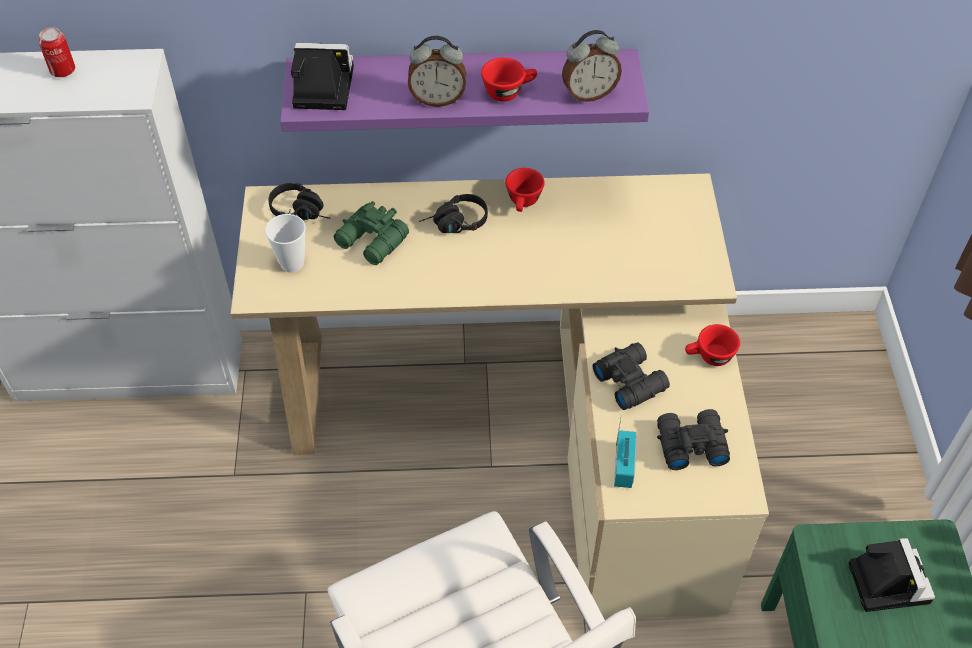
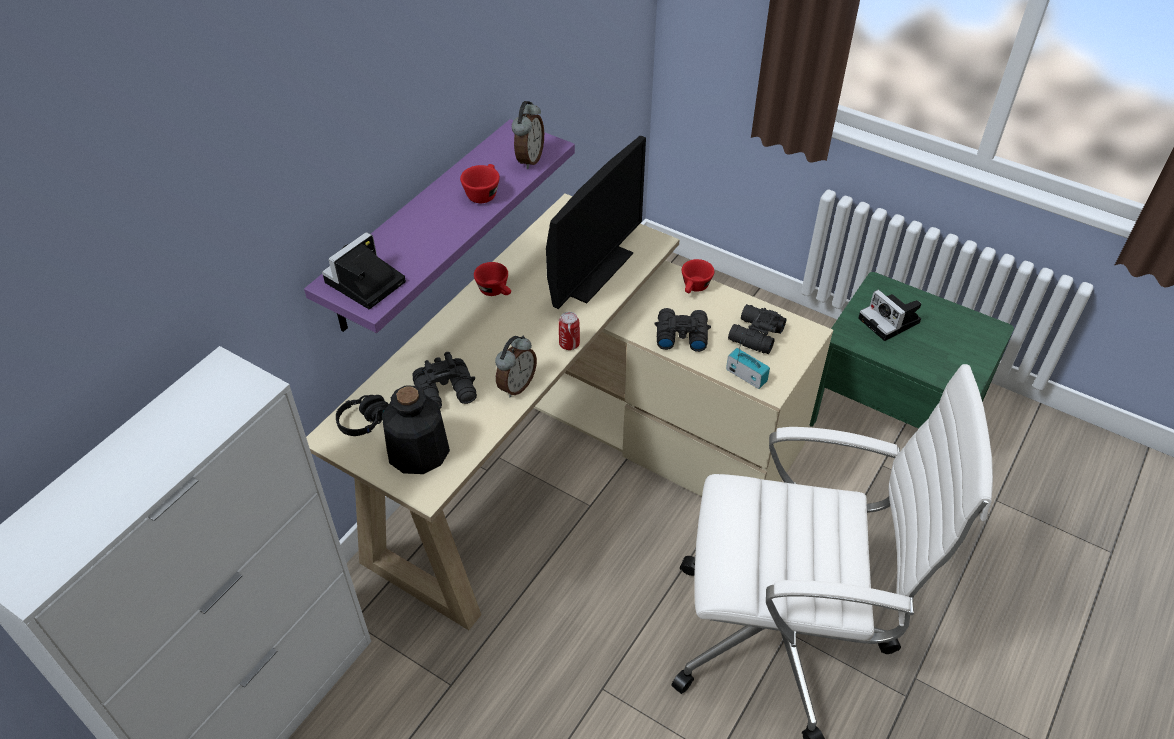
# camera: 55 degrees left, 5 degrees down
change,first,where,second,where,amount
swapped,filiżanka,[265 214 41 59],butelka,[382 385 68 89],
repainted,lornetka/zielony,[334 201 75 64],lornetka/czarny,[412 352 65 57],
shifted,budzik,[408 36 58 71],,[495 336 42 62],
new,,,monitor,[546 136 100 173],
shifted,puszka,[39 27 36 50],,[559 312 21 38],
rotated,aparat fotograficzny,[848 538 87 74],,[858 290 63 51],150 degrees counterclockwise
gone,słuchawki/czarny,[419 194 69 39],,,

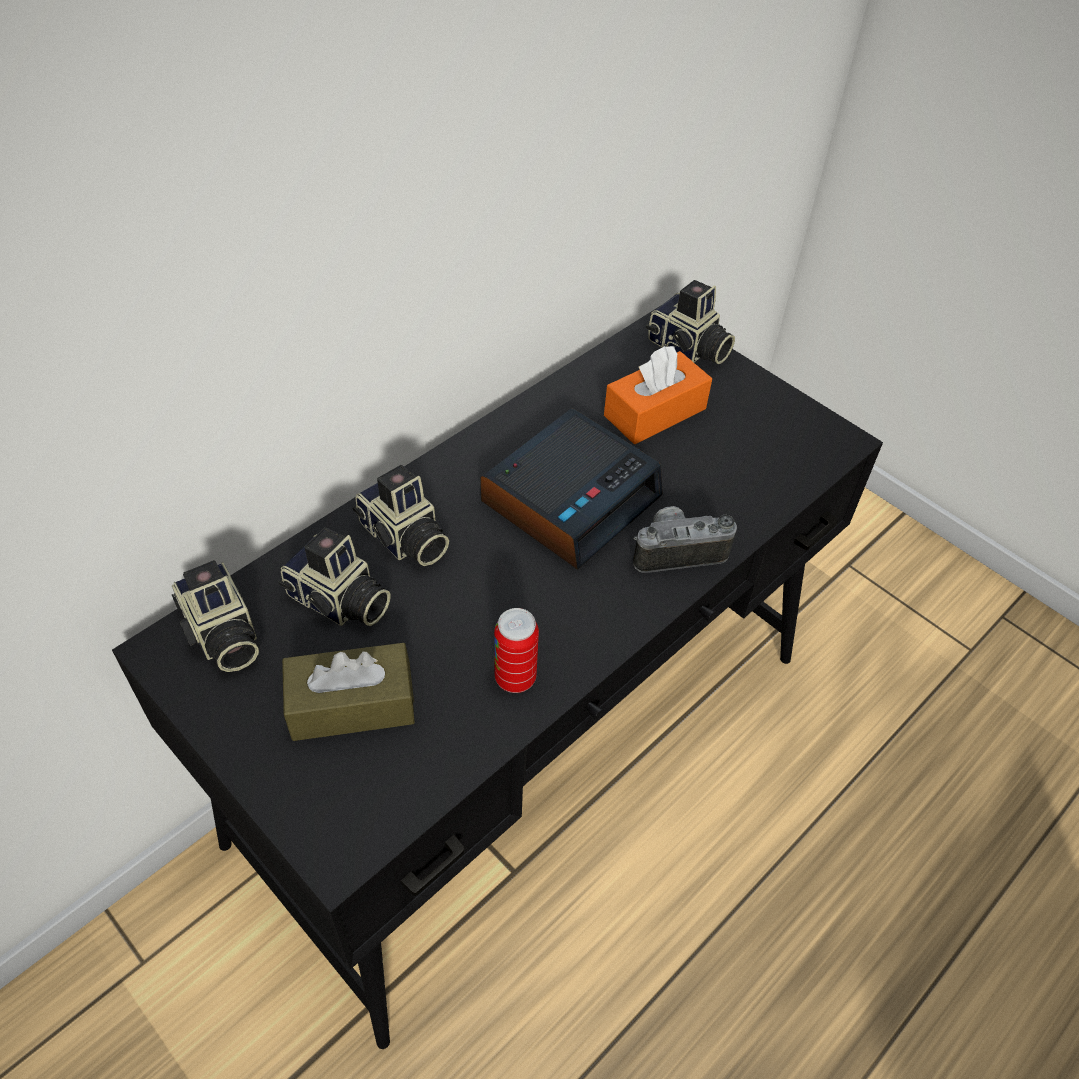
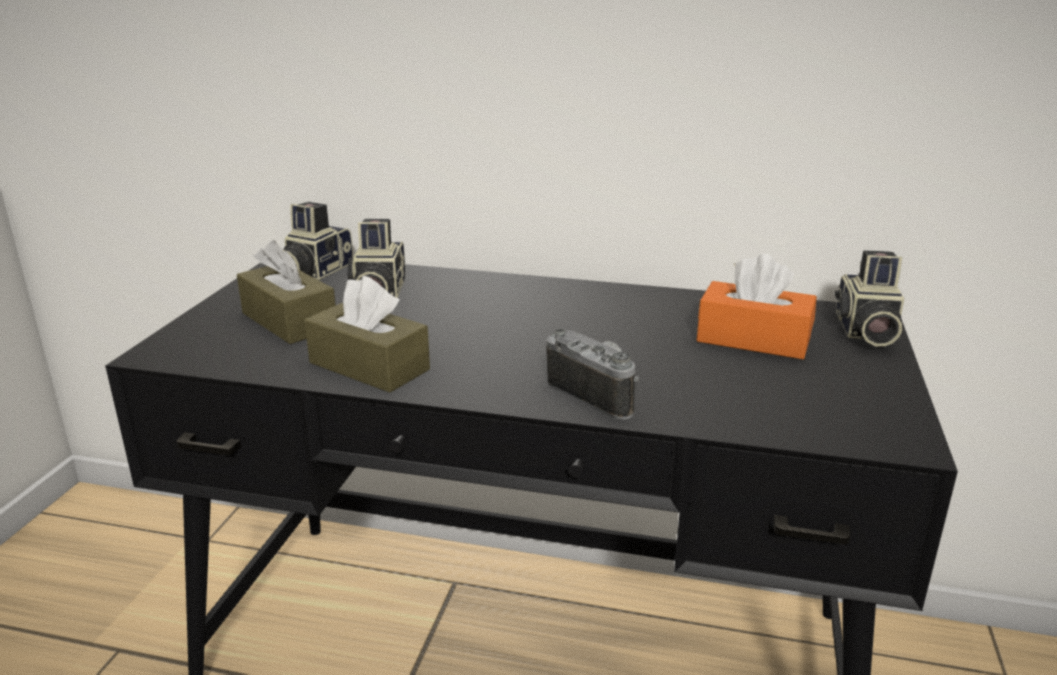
# camera: 60 degrees right, 25 degrees down
change,first,where,second,where,amount
swapped,puszka,[494 608 45 85],pudełko chusteczek/brązowy,[304 276 126 117],
gone,aparat fotograficzny,[353 465 96 101],,,
gone,budzik,[480 408 183 162],,,

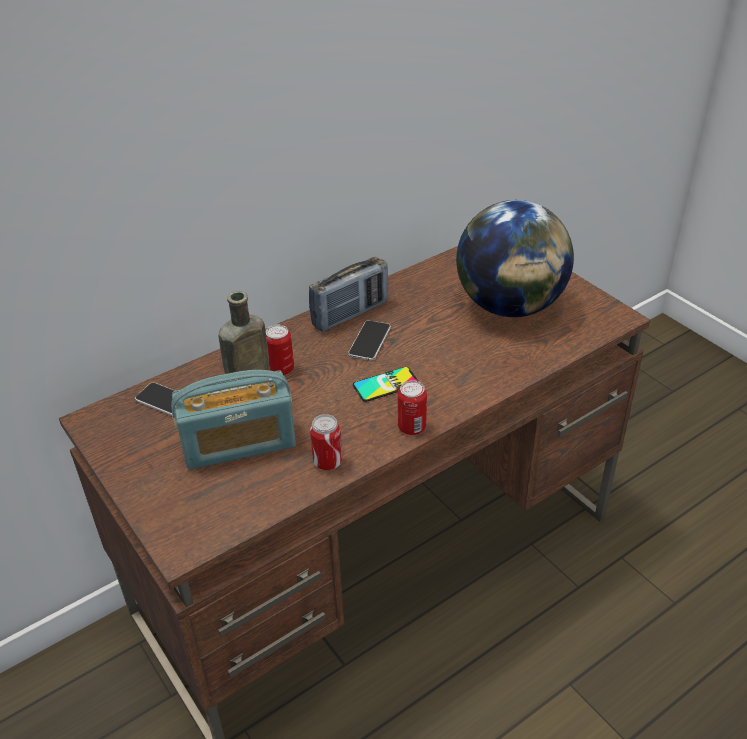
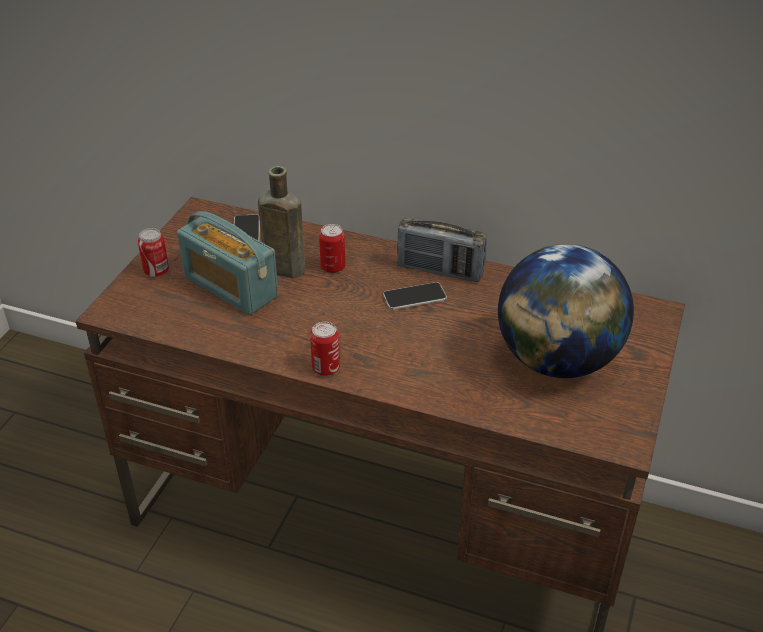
# camera: 55 degrees right, 0 degrees up
change,first,where,second,where,amount
shifted,puszka,[310 414 32 56],,[138 228 31 50],
gone,telefon,[353 367 66 35],,,

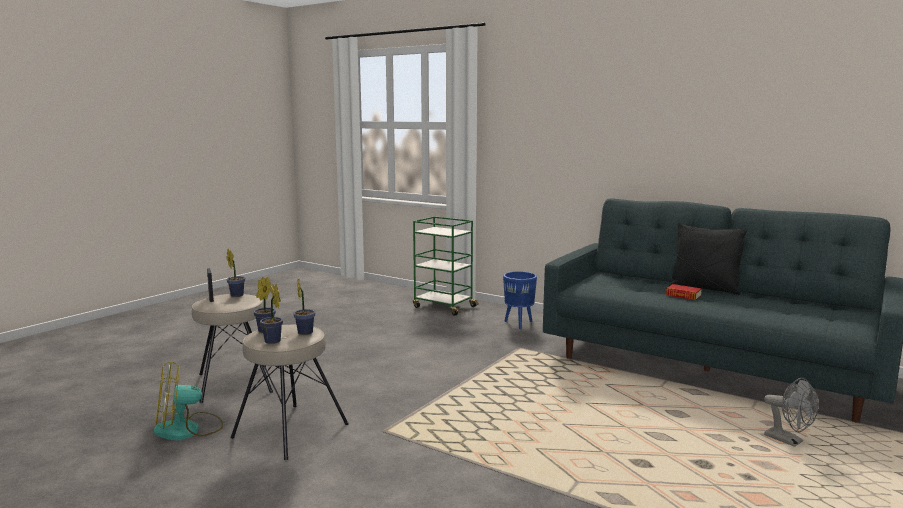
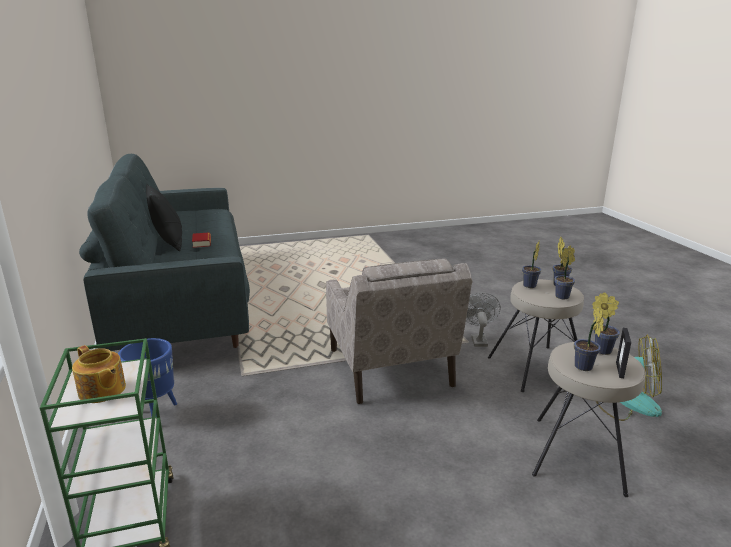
# camera: 140 degrees left, 10 degrees up
change,first,where,second,where,amount
new,,,imbryk,[72 345 54 58],
new,,,fotel/beżowy,[326 258 147 146],
shifted,wentylator/szary,[764 378 54 69],,[466 293 35 54],
new,,,roślina doniczkowa,[592 292 28 63],

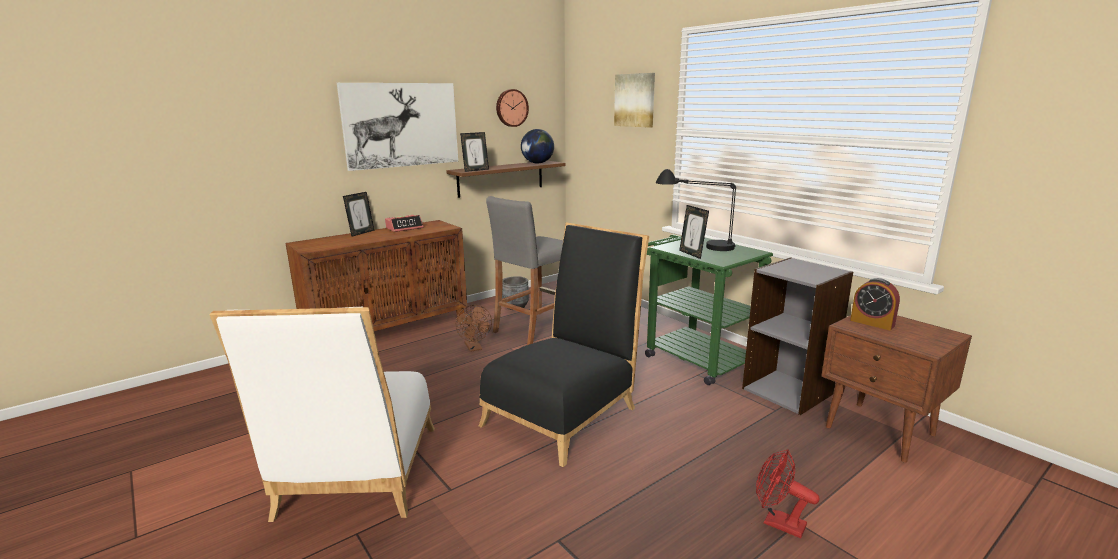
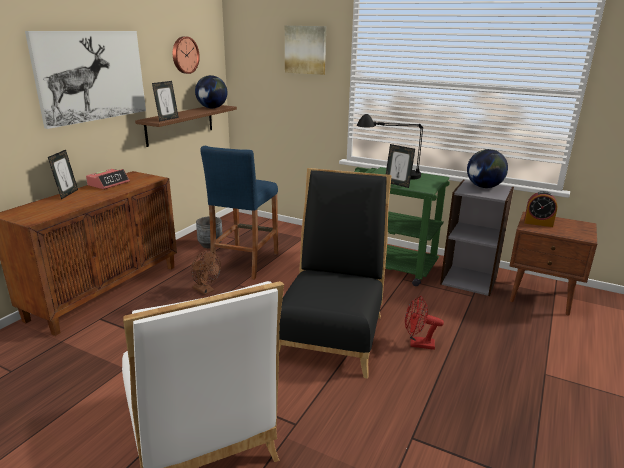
# camera: 25 degrees left, 5 degrees up
change,first,where,second,where,amount
repainted,stołek/szary,[486 196 77 149],stołek/niebieski,[201 146 77 134],
shifted,wentylator/czerwony,[756 449 64 89],,[405 296 39 54],
new,,,globus,[467 149 41 39],

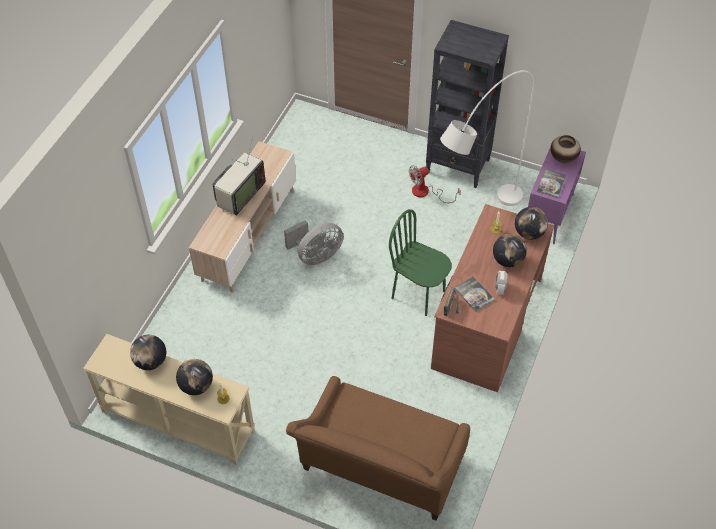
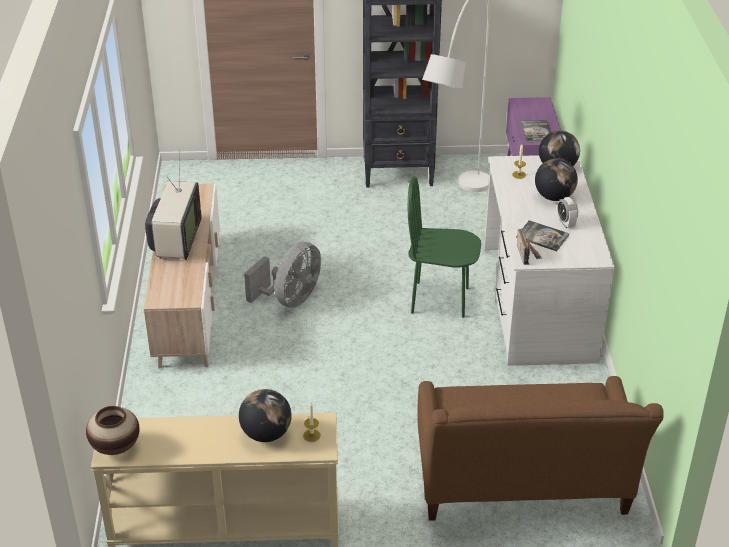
# camera: 25 degrees left, 15 degrees down
change,first,where,second,where,amount
shifted,wazon,[551 135 30 28],,[86 406 53 49],
repainted,biurko/brązowy,[431 204 123 188],biurko/biały,[484 155 130 211],
gone,globus,[130 335 36 35],,,
gone,wentylator,[409 165 52 38],,,

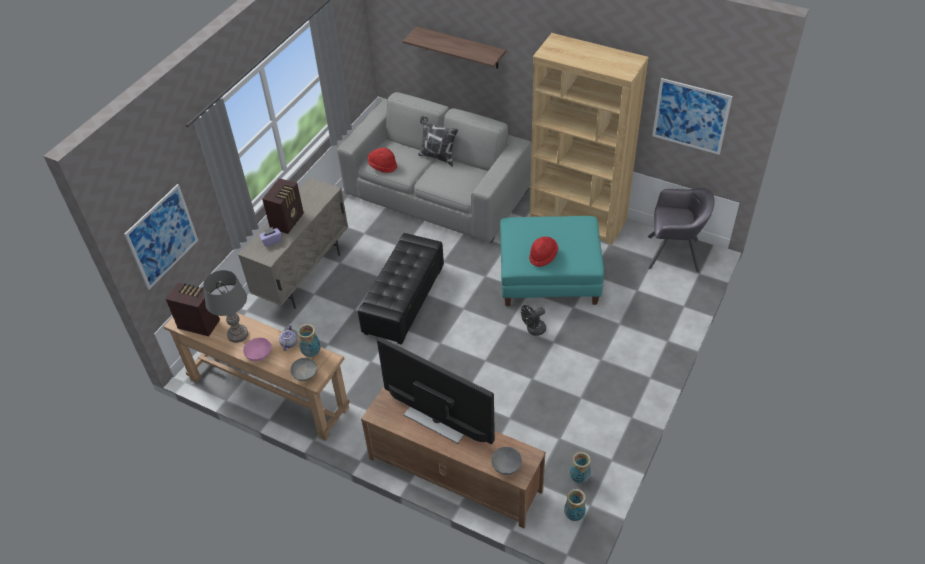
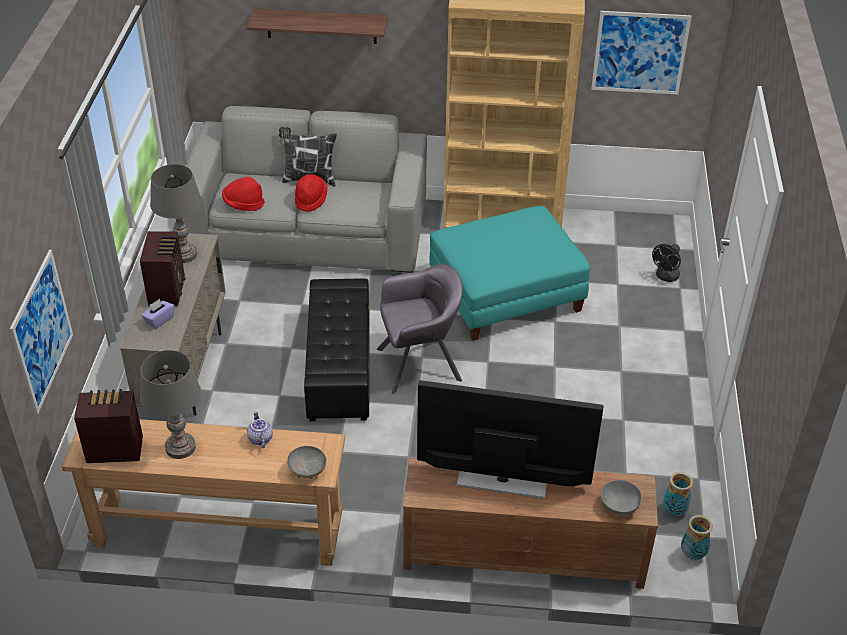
# camera: 25 degrees left, 5 degrees down
change,first,where,second,where,amount
new,,,lampa stołowa/szary,[150 164 52 99],
shifted,kapelusz/czerwony,[529 237 29 30],,[295 174 32 38],
shifted,fotel/szary,[648 188 67 85],,[377 264 86 130],
shifted,wentylator/czarny,[521 305 25 31],,[652 244 29 38],
gone,miska/różowy,[243 338 29 23],,,
gone,wazon,[297 324 24 33],,,

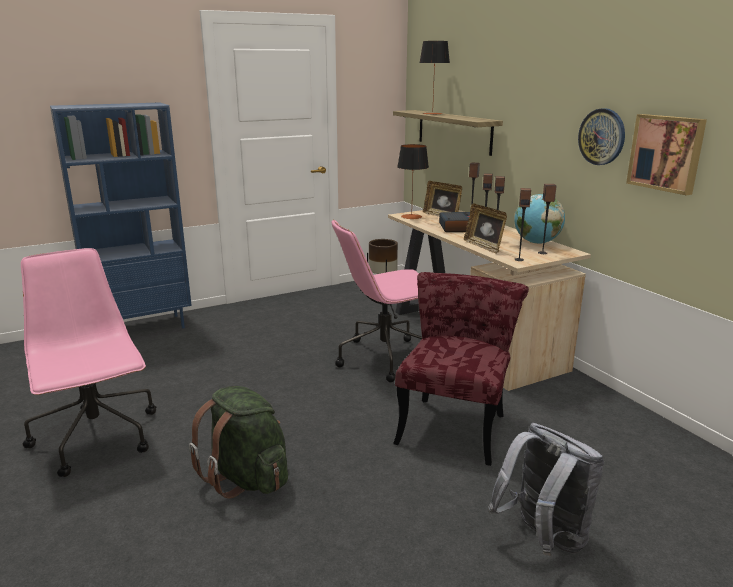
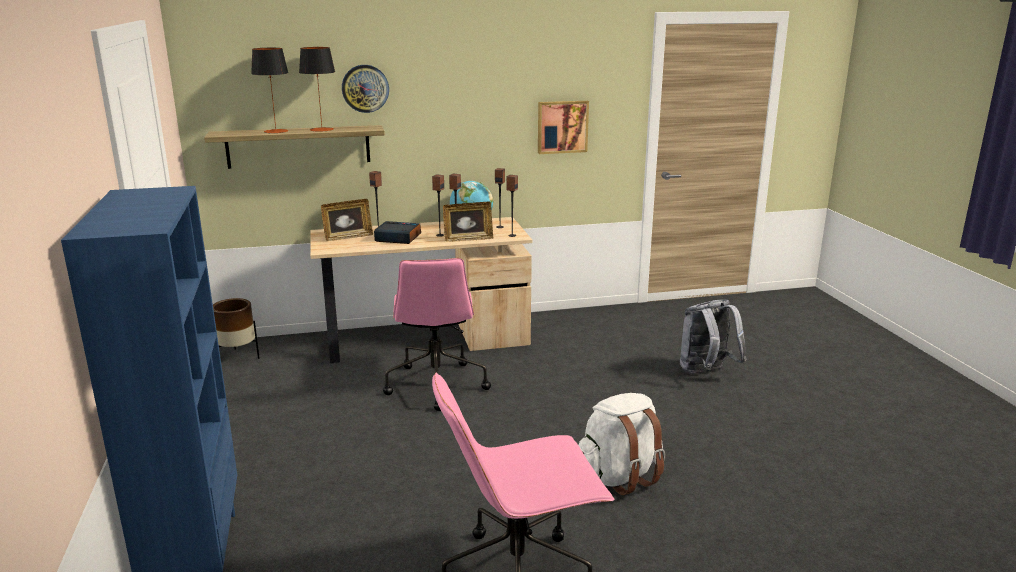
# camera: 75 degrees left, 0 degrees up
change,first,where,second,where,amount
shifted,lampa stołowa,[397 144 32 75],,[299 47 36 85],
shifted,zegar ścienny,[578 108 47 57],,[342 65 47 48],
repainted,plecak/zielony,[189 386 99 113],plecak/biały,[579 393 86 102],
gone,krzesło/czerwony,[393 272 136 194],,,

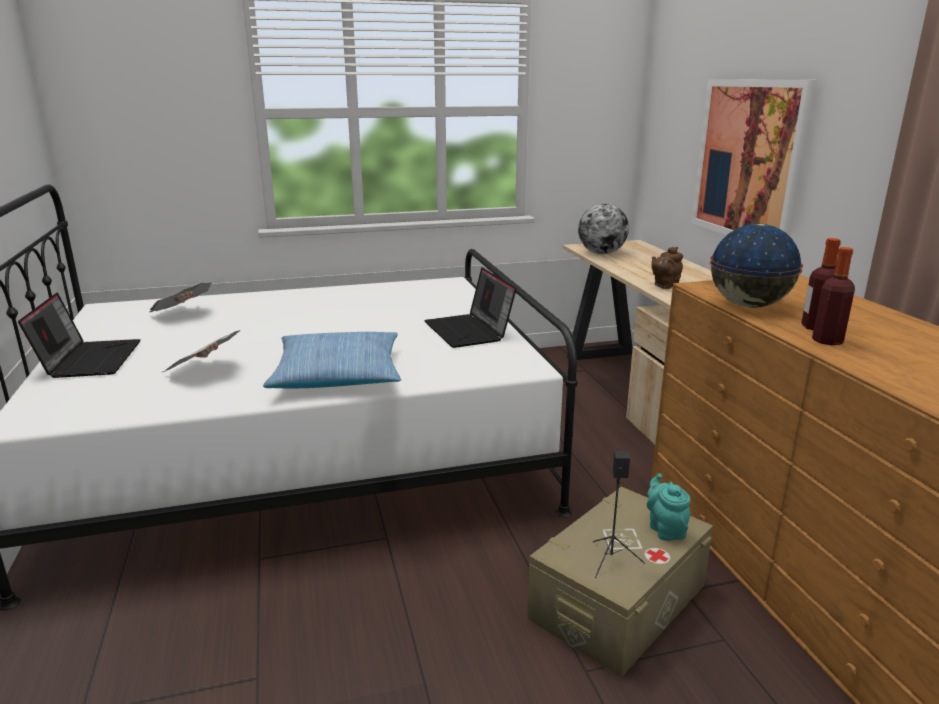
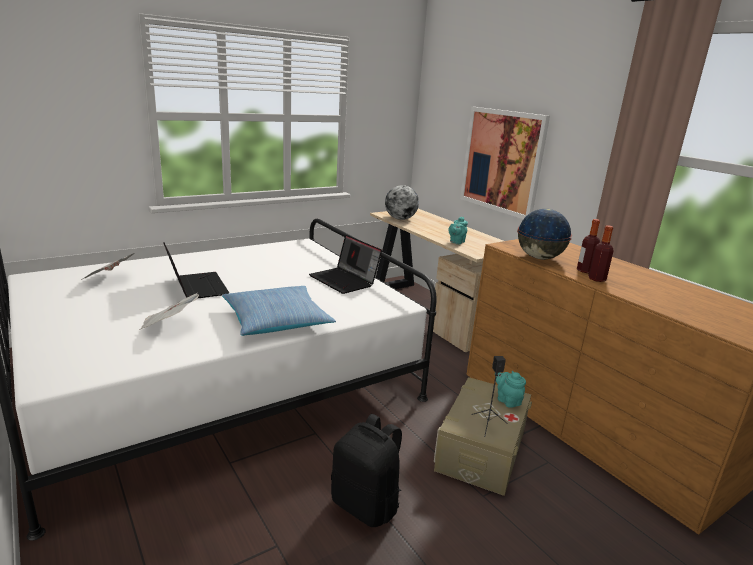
# camera: 20 degrees left, 0 degrees up
change,first,where,second,where,amount
shifted,laptop,[18 293 123 85],,[163 242 66 57],
new,,,plecak/czarny,[331 414 71 113],
repainted,imbryk/brązowy,[652 247 31 42],imbryk/turkusowy,[448 217 20 27],

